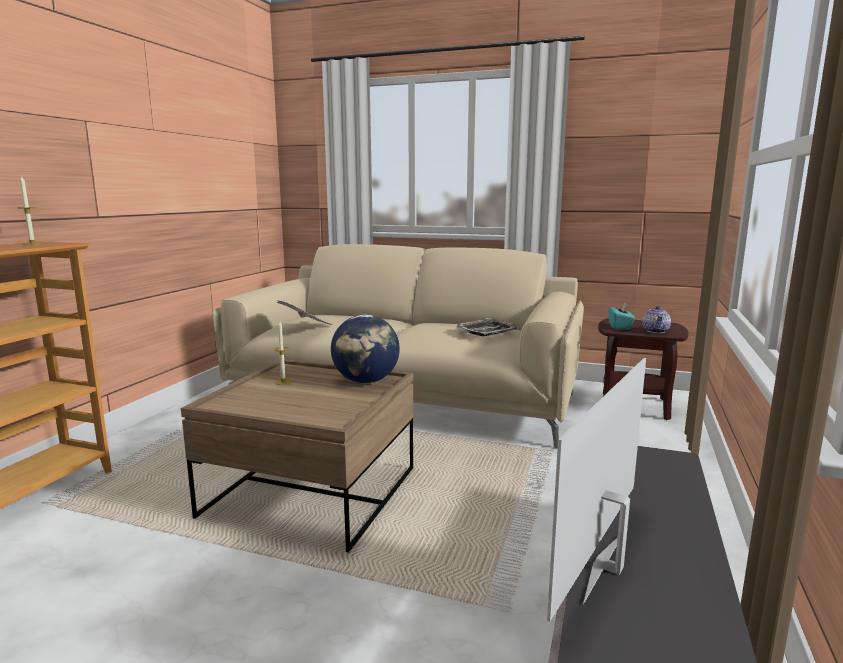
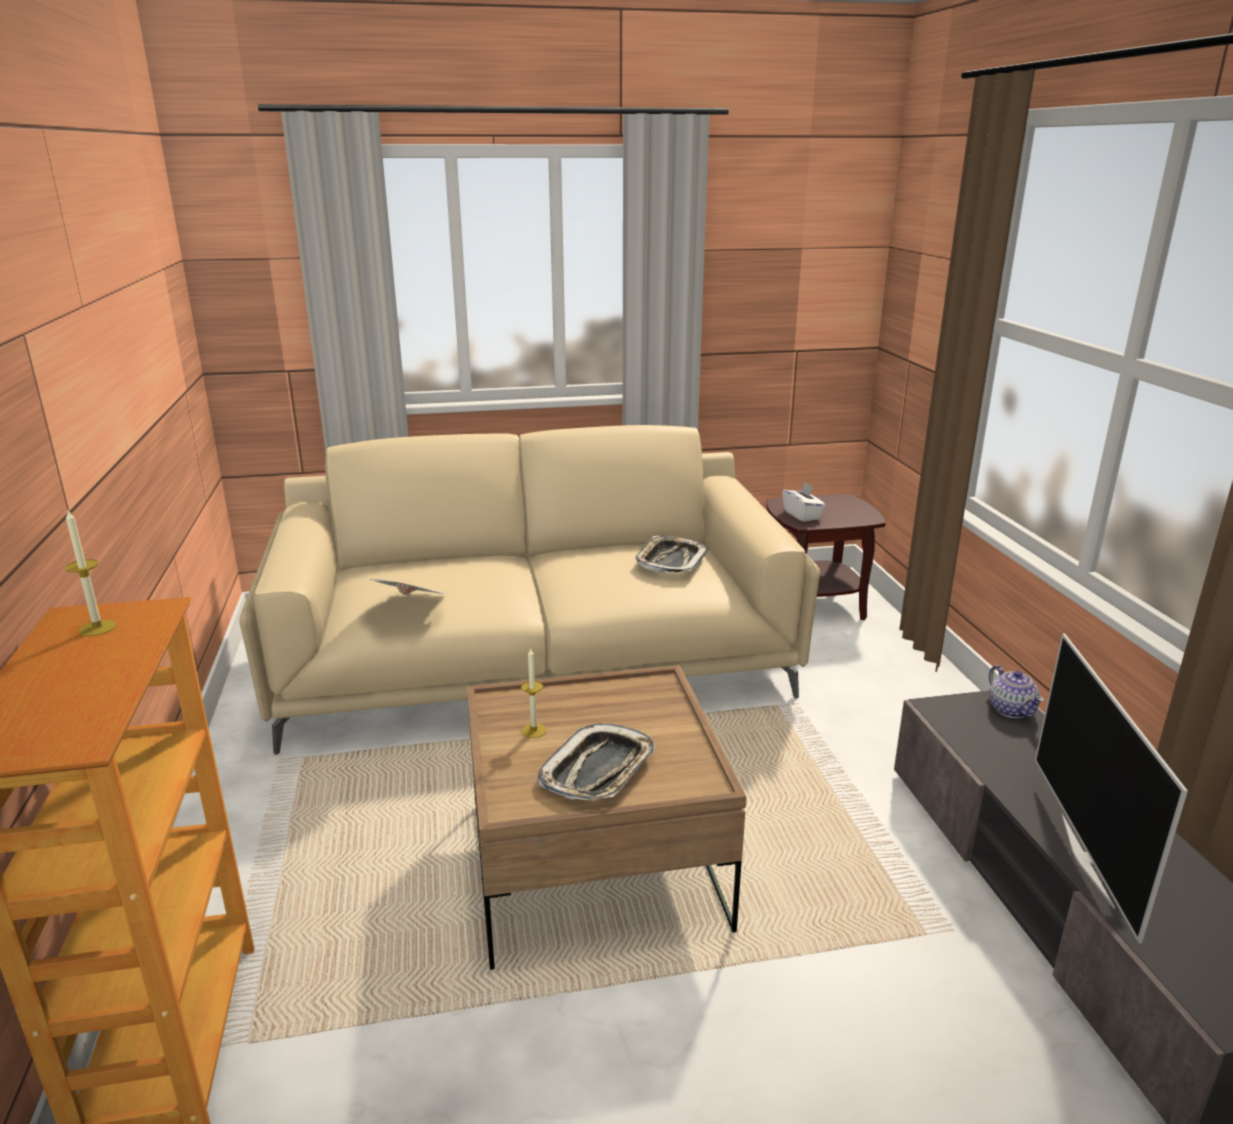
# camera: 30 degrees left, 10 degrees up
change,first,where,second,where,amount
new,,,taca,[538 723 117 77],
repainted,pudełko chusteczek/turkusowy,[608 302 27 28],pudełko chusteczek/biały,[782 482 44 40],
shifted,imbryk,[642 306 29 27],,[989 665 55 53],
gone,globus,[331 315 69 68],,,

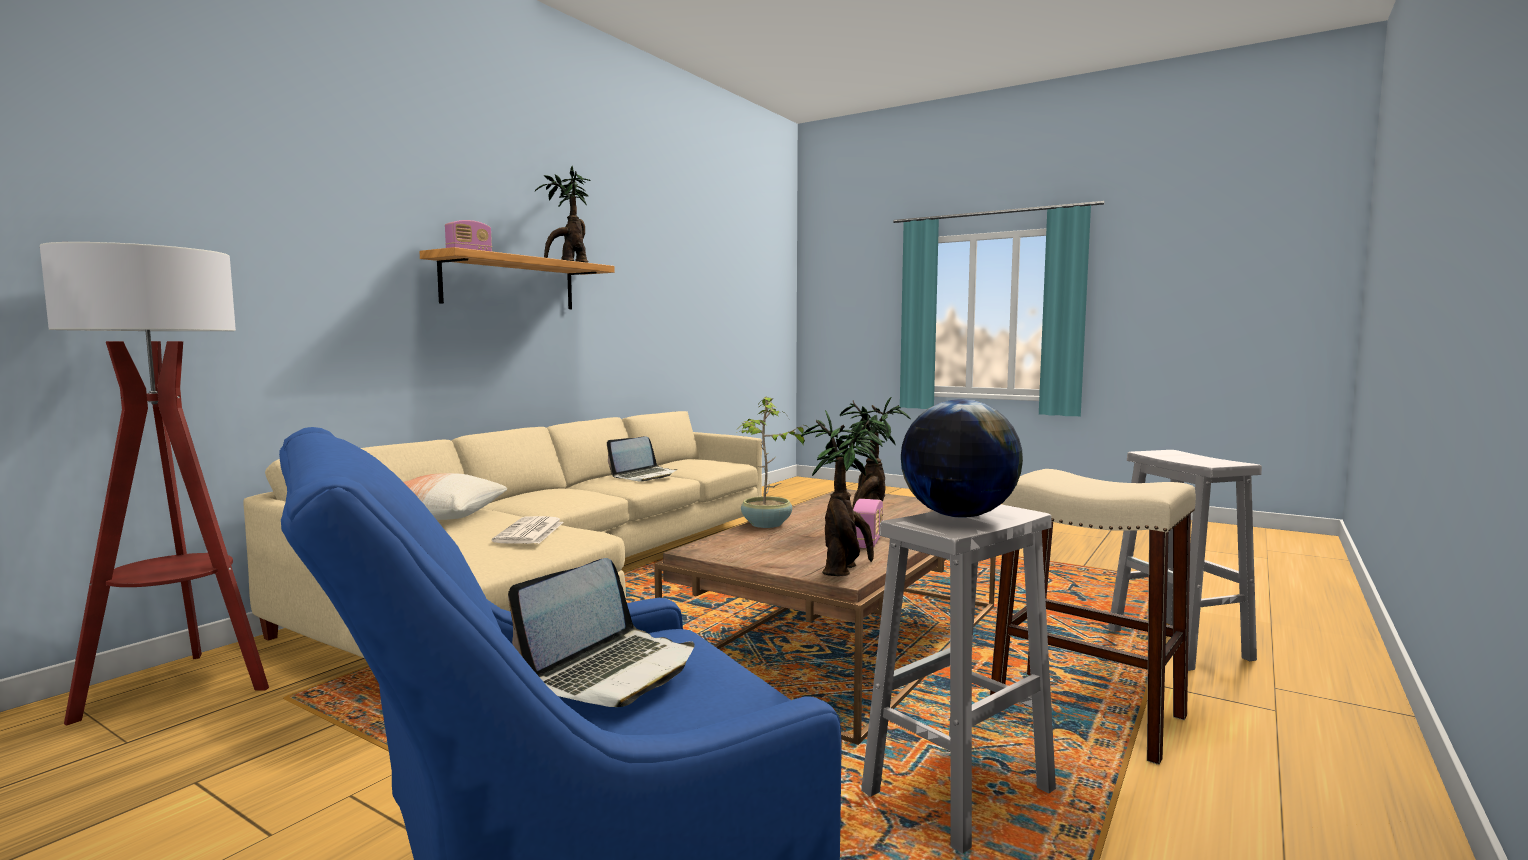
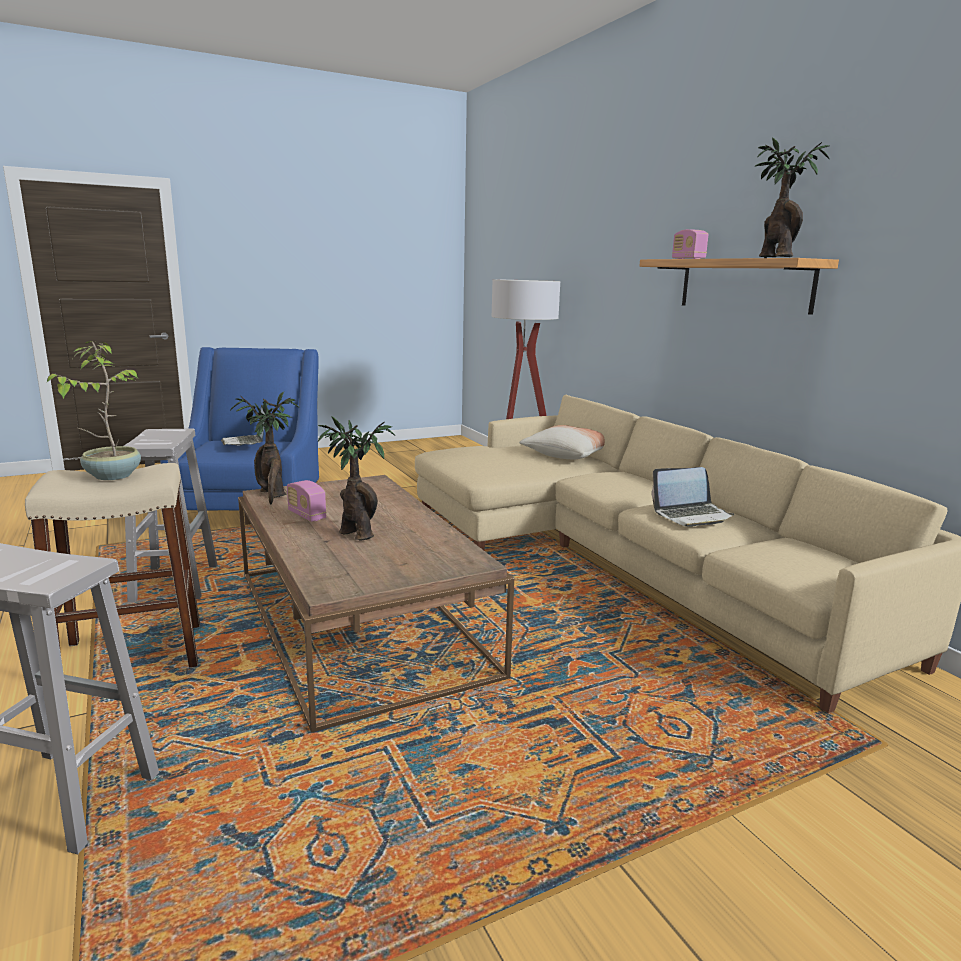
# camera: 120 degrees right, 10 degrees up
change,first,where,second,where,amount
shifted,roślina doniczkowa,[736 397 73 131],,[47 341 94 139],
rotated,laptop,[607 436 71 46],,[651 467 83 60],90 degrees counterclockwise
gone,gazeta,[492 516 72 28],,,
gone,globus,[901 399 122 119],,,

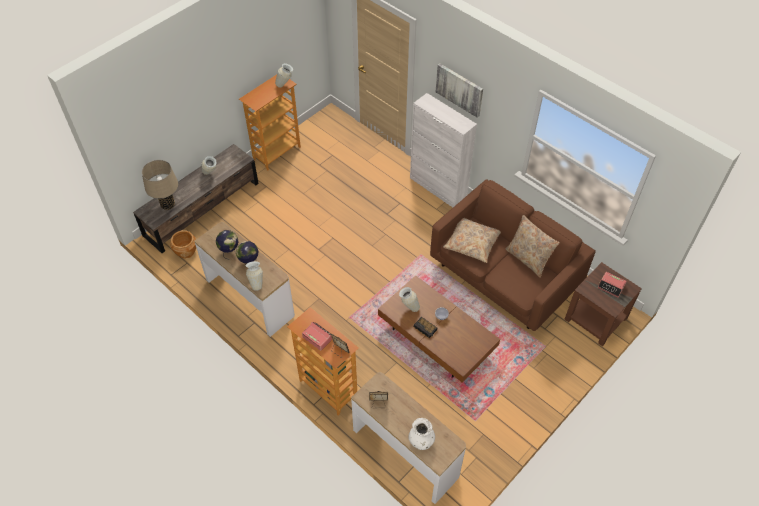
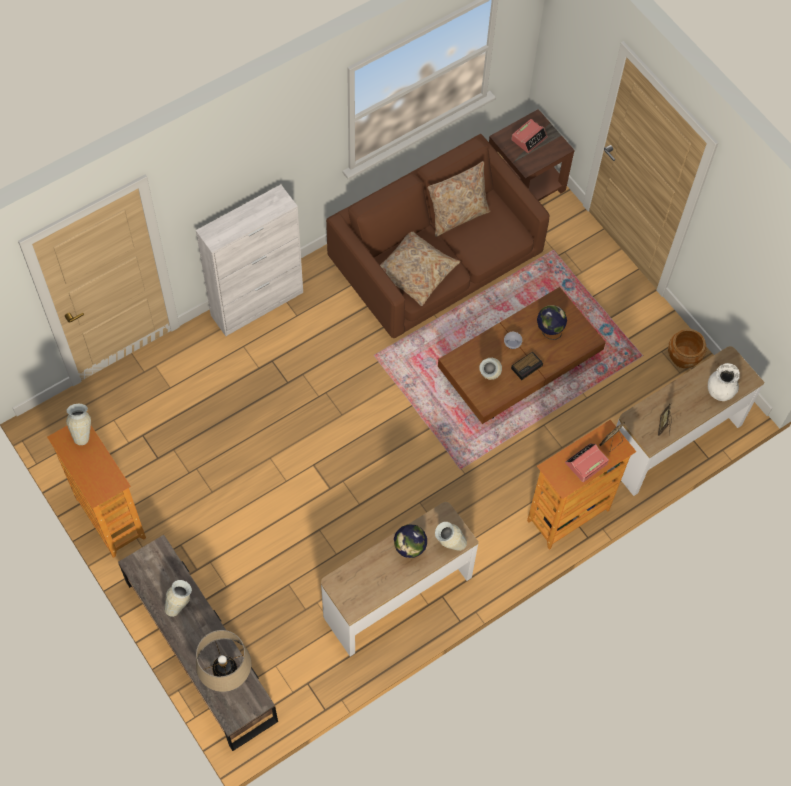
# camera: 80 degrees left, 10 degrees up
change,first,where,second,where,amount
shifted,globus,[216 230 23 29],,[537 305 30 35],
shifted,donica/brązowy,[170 230 26 29],,[668 329 39 39],
gone,obraz,[436 64 47 54],,,

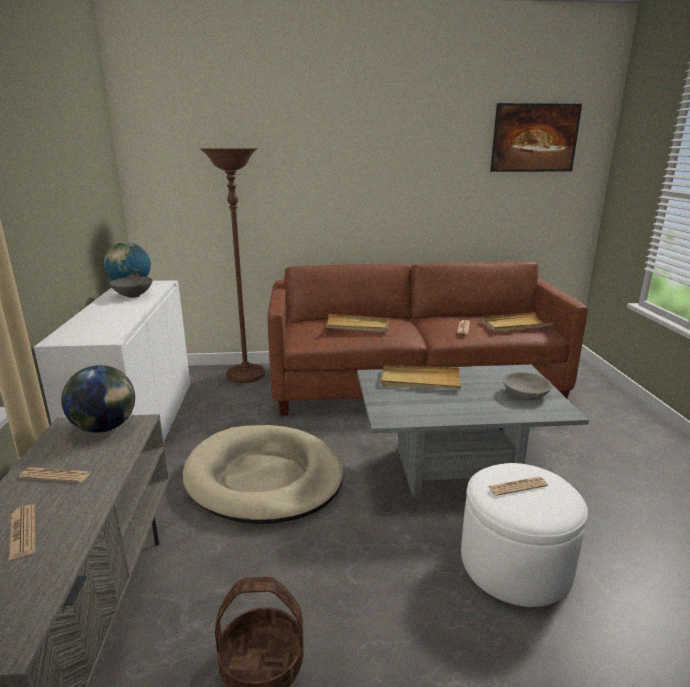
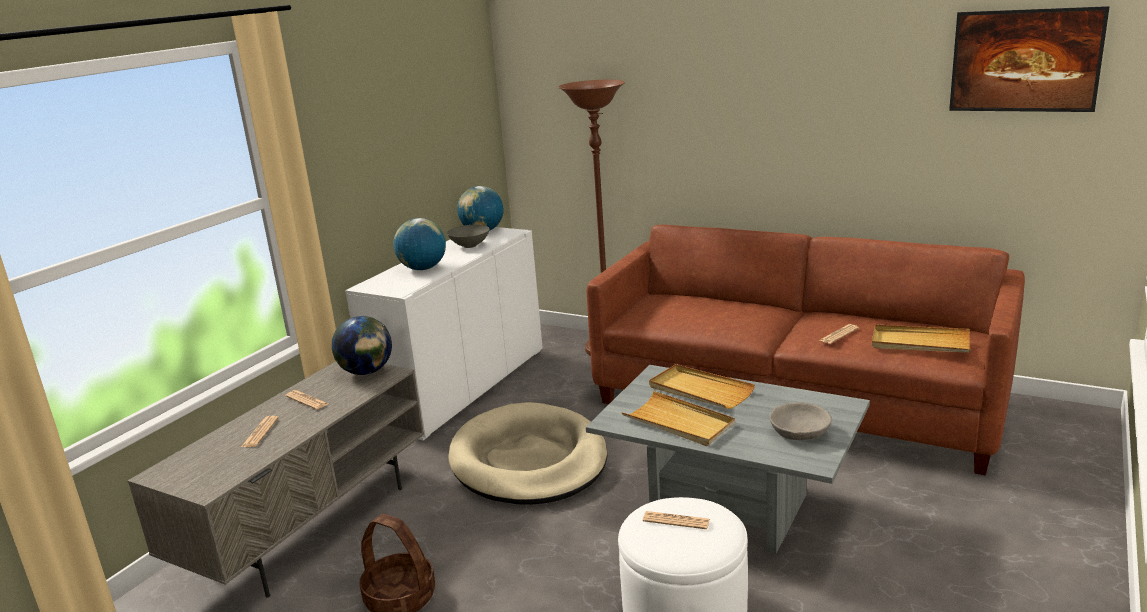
# camera: 35 degrees right, 0 degrees up
change,first,where,second,where,amount
new,,,globus,[393 218 53 52],
shifted,taca/beżowy,[324 314 65 19],,[621 391 114 55],

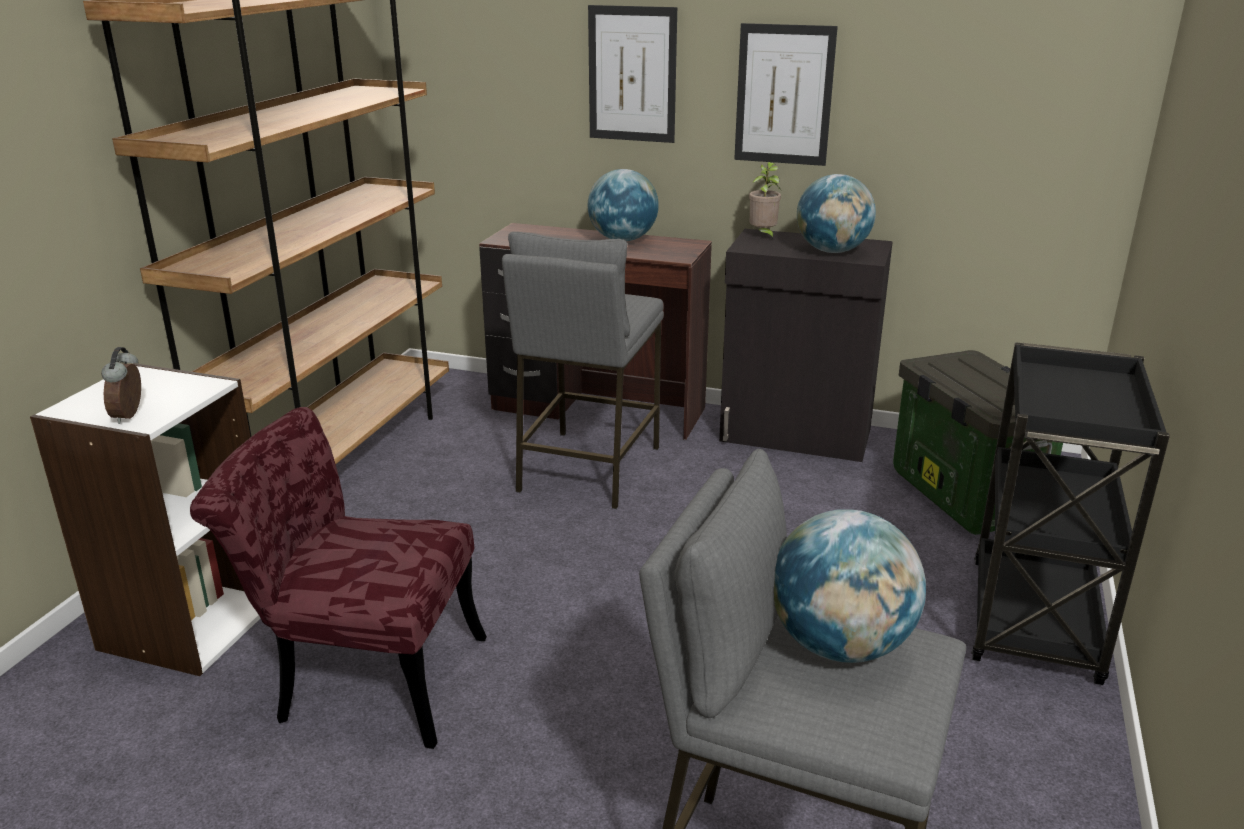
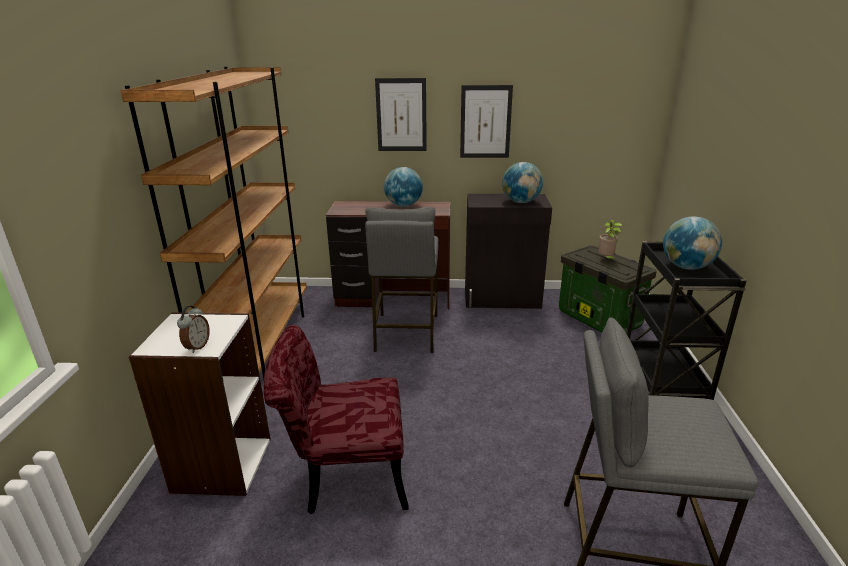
# camera: 15 degrees left, 0 degrees up
change,first,where,second,where,amount
rotated,budzik,[101 347 40 77],,[177 306 33 47],150 degrees counterclockwise
shifted,roślina doniczkowa,[749 162 33 79],,[599 220 23 41],
shifted,globus,[774 509 152 154],,[663 216 59 54],

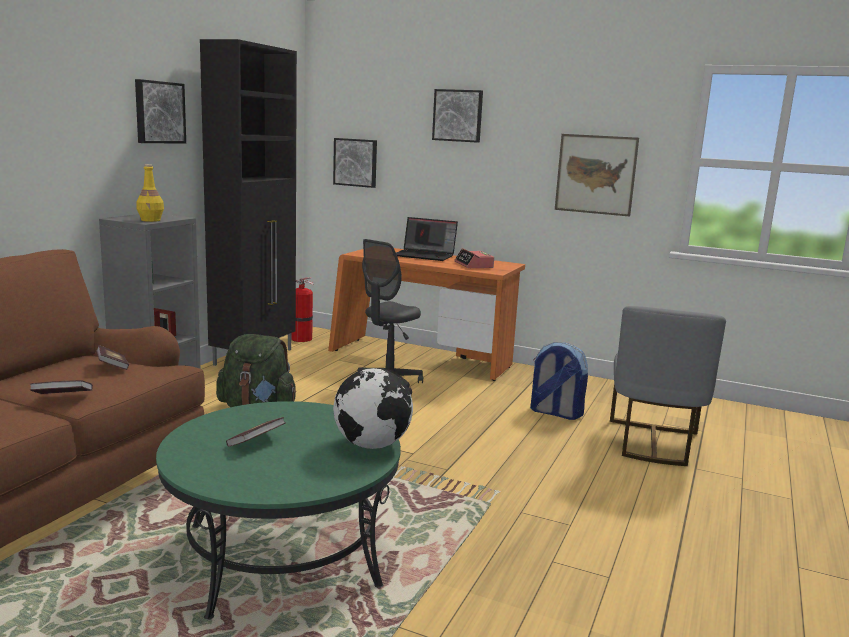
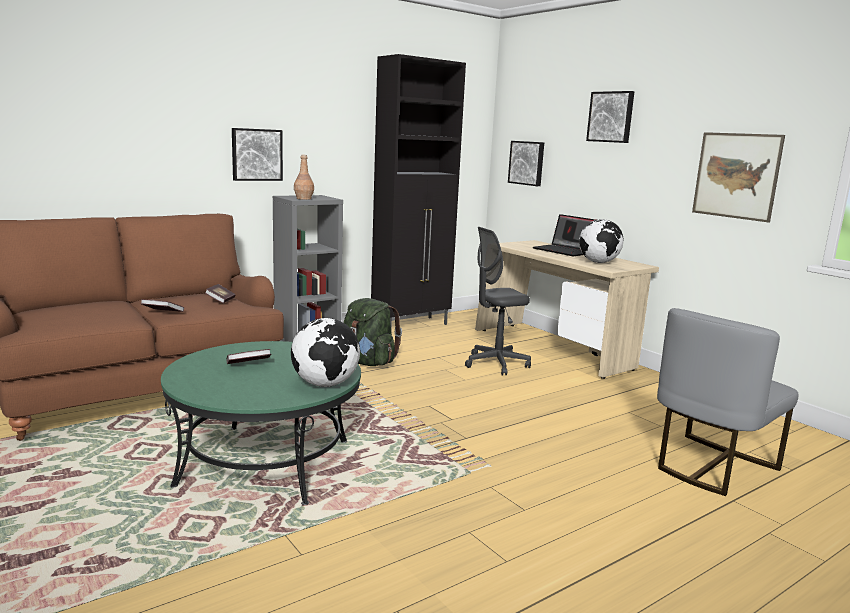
# camera: 30 degrees right, 0 degrees up
change,first,where,second,where,amount
shifted,obraz,[135 79 51 64],,[232 128 51 53],
repainted,butelka/żółty,[136 164 28 58],butelka/brązowy,[294 155 20 45],
repainted,biurko/pomarańczowy,[328 248 197 133],biurko/beżowy,[475 240 184 139],
swapped,budzik,[454 248 40 20],globus,[579 219 45 44],
gone,gaśnica,[291 277 23 65],,,
gone,plecak,[530 342 58 78],,,

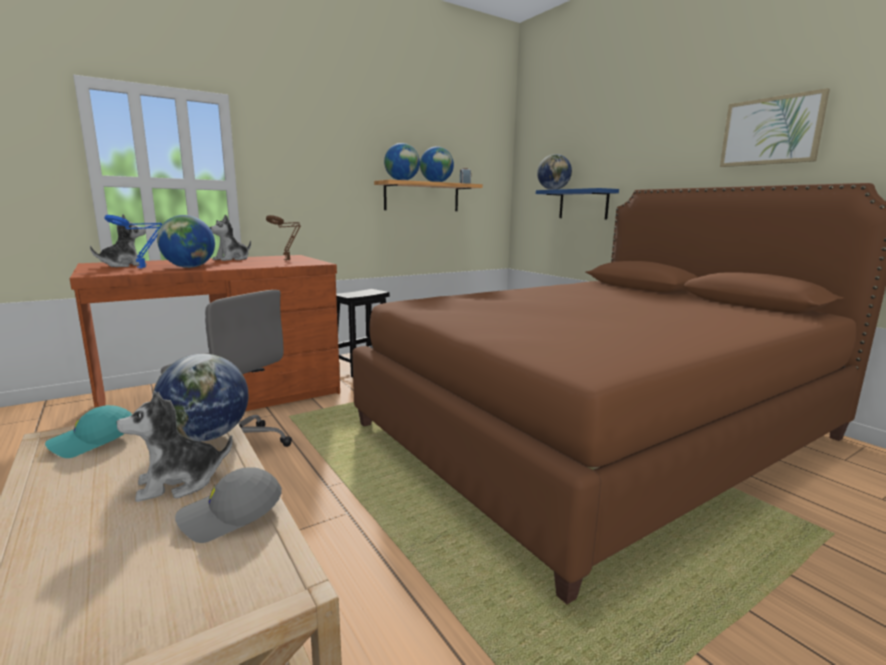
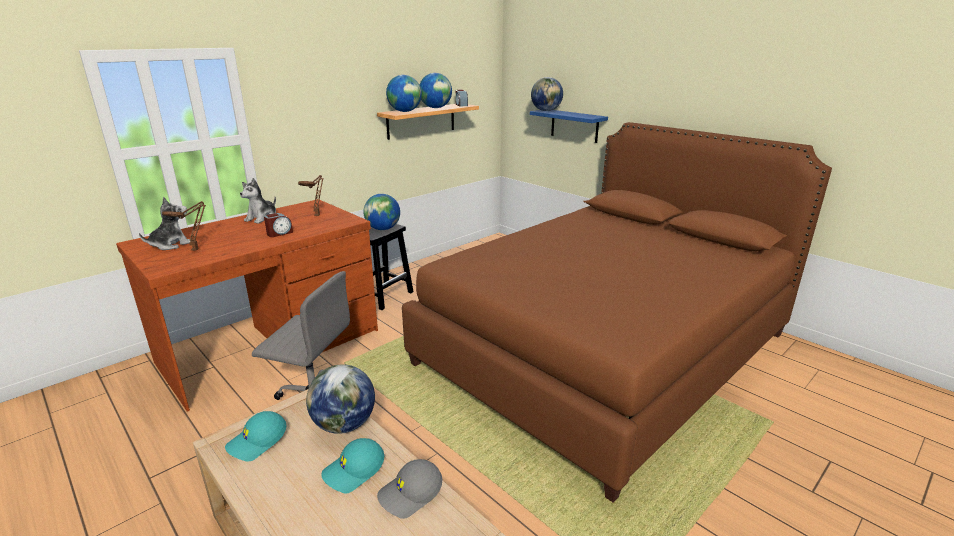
# camera: 10 degrees left, 10 degrees up
change,first,where,second,where,amount
repainted,lampa stołowa/niebieski,[104 215 58 54],lampa stołowa/brązowy,[162 201 44 50],
new,,,budzik,[264 213 29 24],
swapped,pluszak,[116 391 117 111],czapka z daszkiem/turkusowy,[321 438 63 55],
shifted,globus,[157 215 58 53],,[363 194 37 36],
gone,obraz,[720 88 110 79],,,

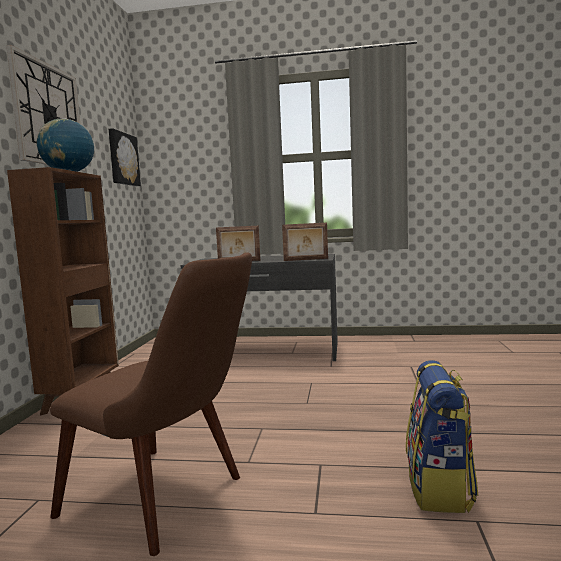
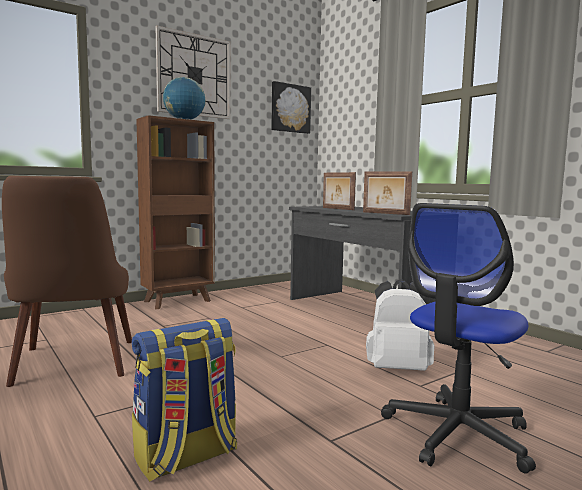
# camera: 45 degrees right, 0 degrees up
change,first,where,second,where,amount
new,,,plecak/biały,[366 279 69 92],
new,,,krzesło biurowe,[381 203 155 271],

